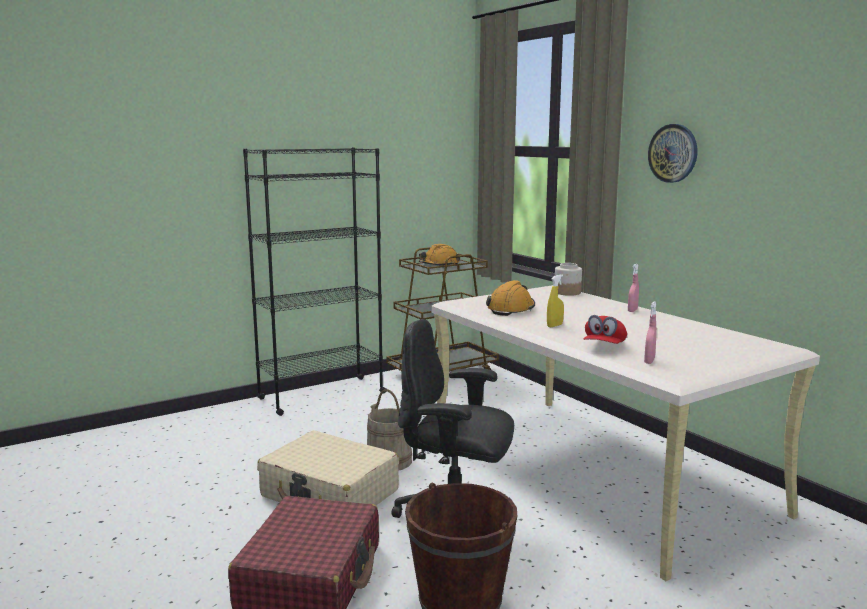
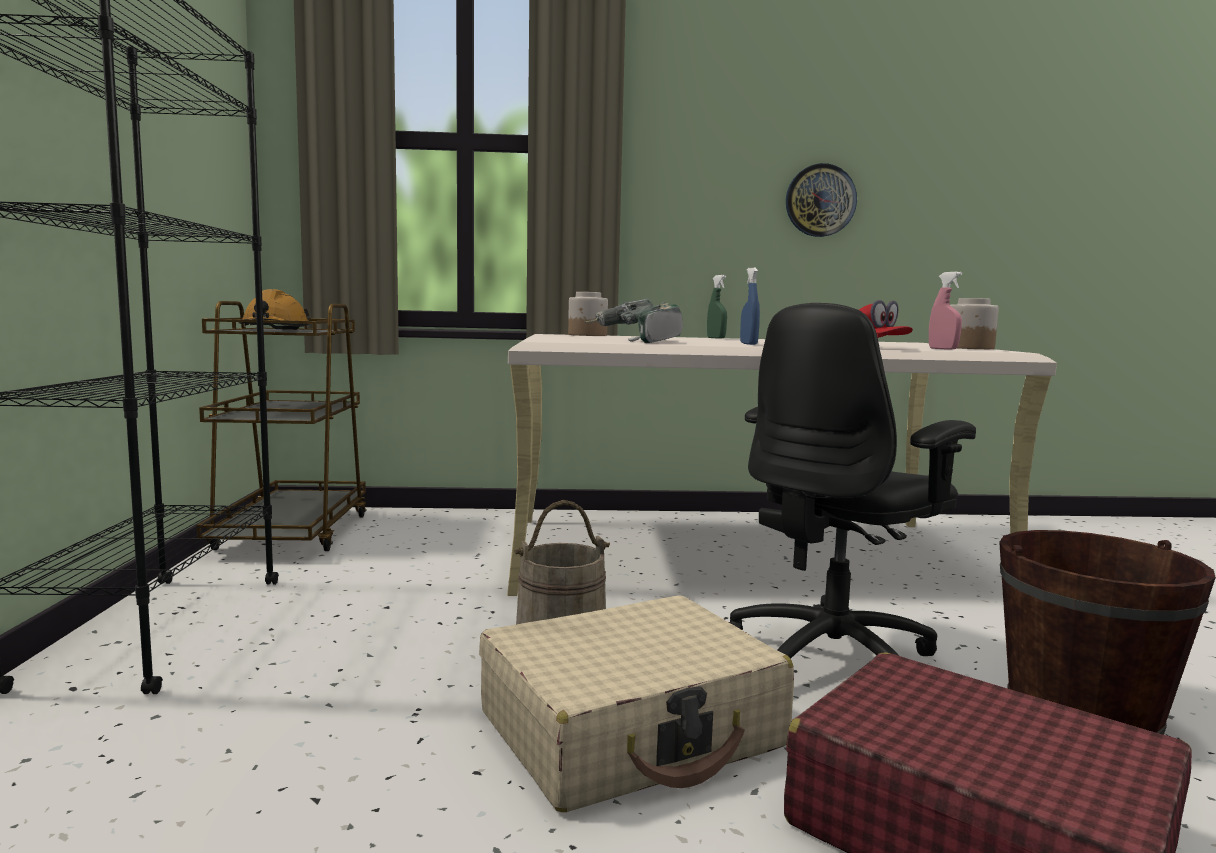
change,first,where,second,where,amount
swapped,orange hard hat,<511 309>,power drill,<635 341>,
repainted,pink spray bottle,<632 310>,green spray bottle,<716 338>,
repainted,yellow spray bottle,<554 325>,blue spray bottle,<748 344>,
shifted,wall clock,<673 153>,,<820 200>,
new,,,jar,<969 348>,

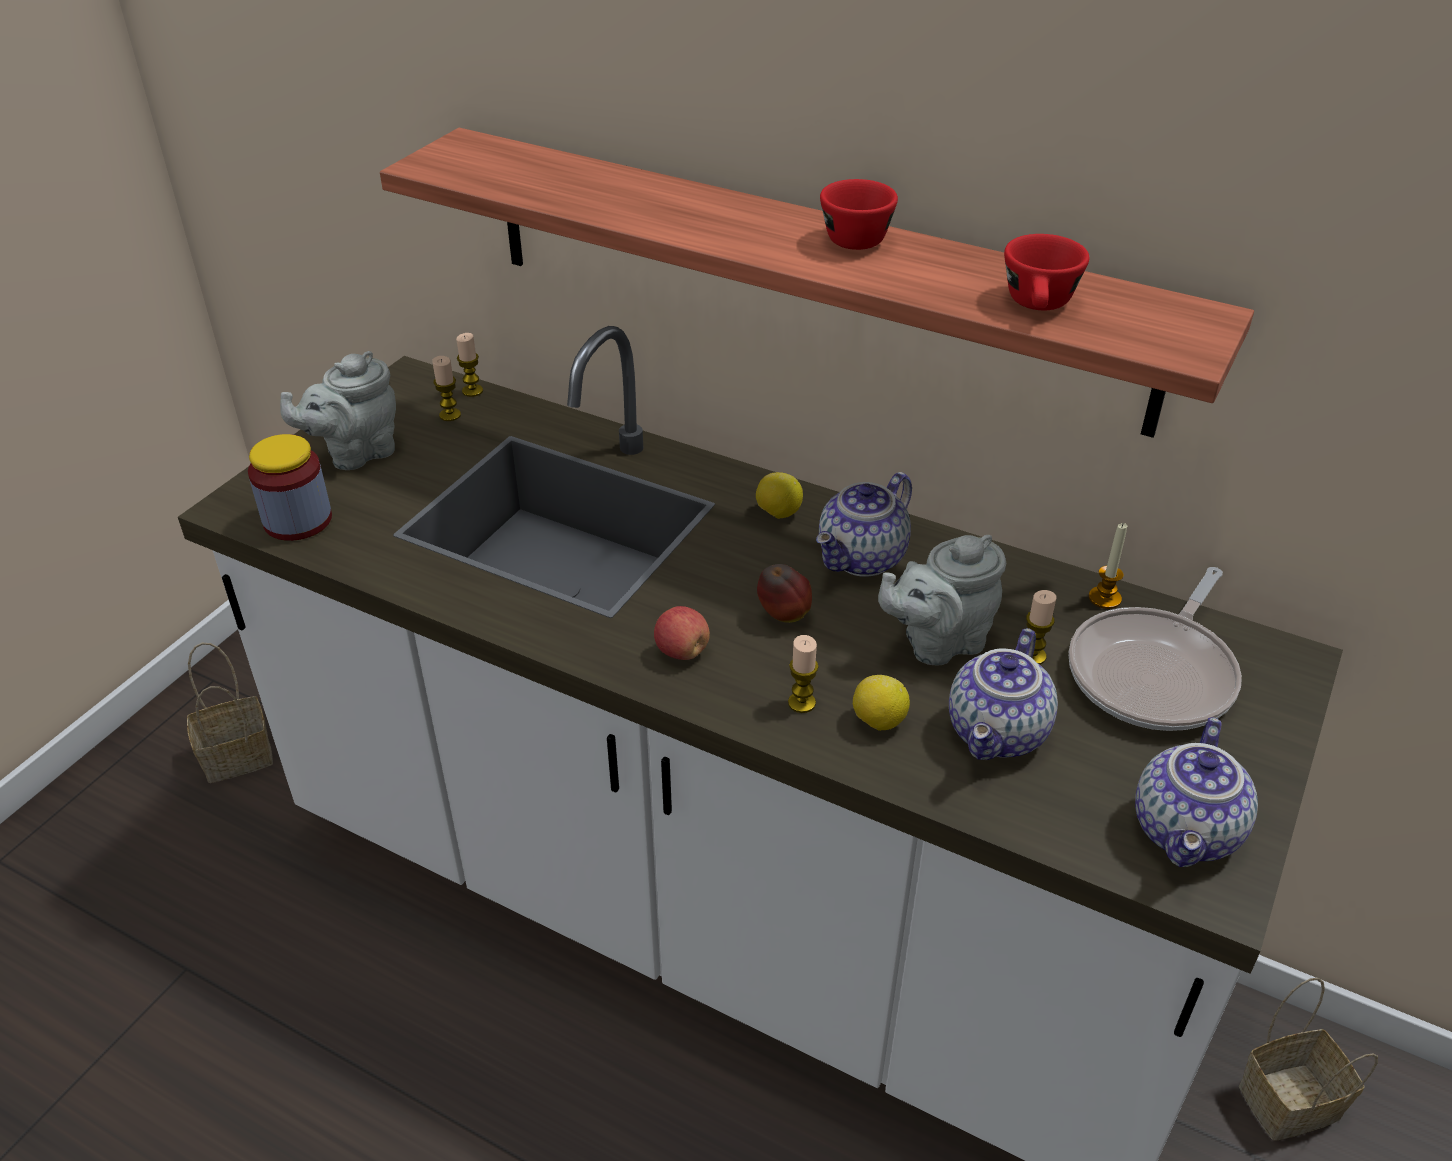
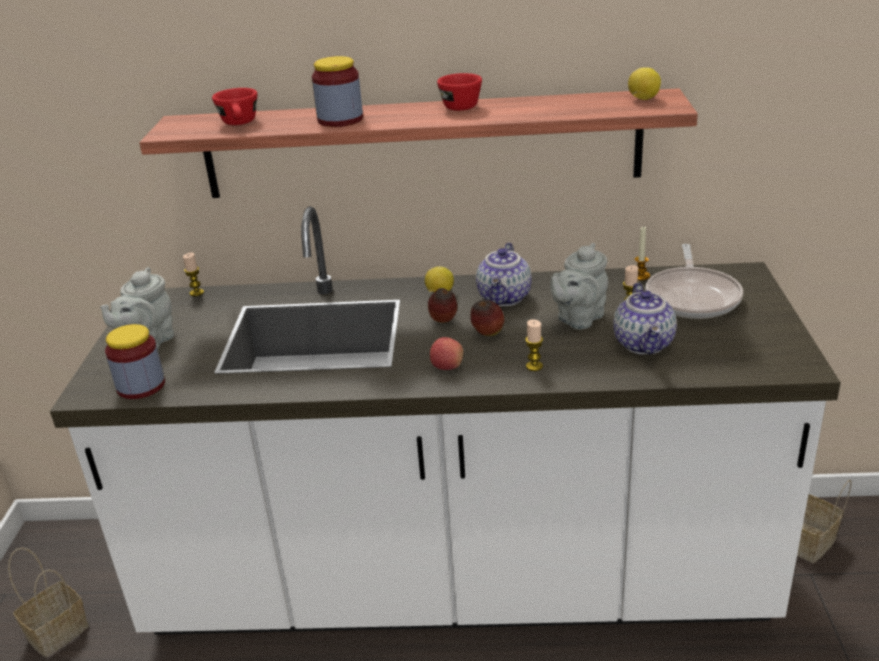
change,first,where,second,where,amount
shifted,red cup,<1039 306>,,<240 123>,
new,,,jar,<340 120>,
new,,,apple,<443 322>,
shifted,lemon,<878 721>,,<643 99>,
gone,candle,<450 415>,,,
gone,teapot,<1188 833>,,,

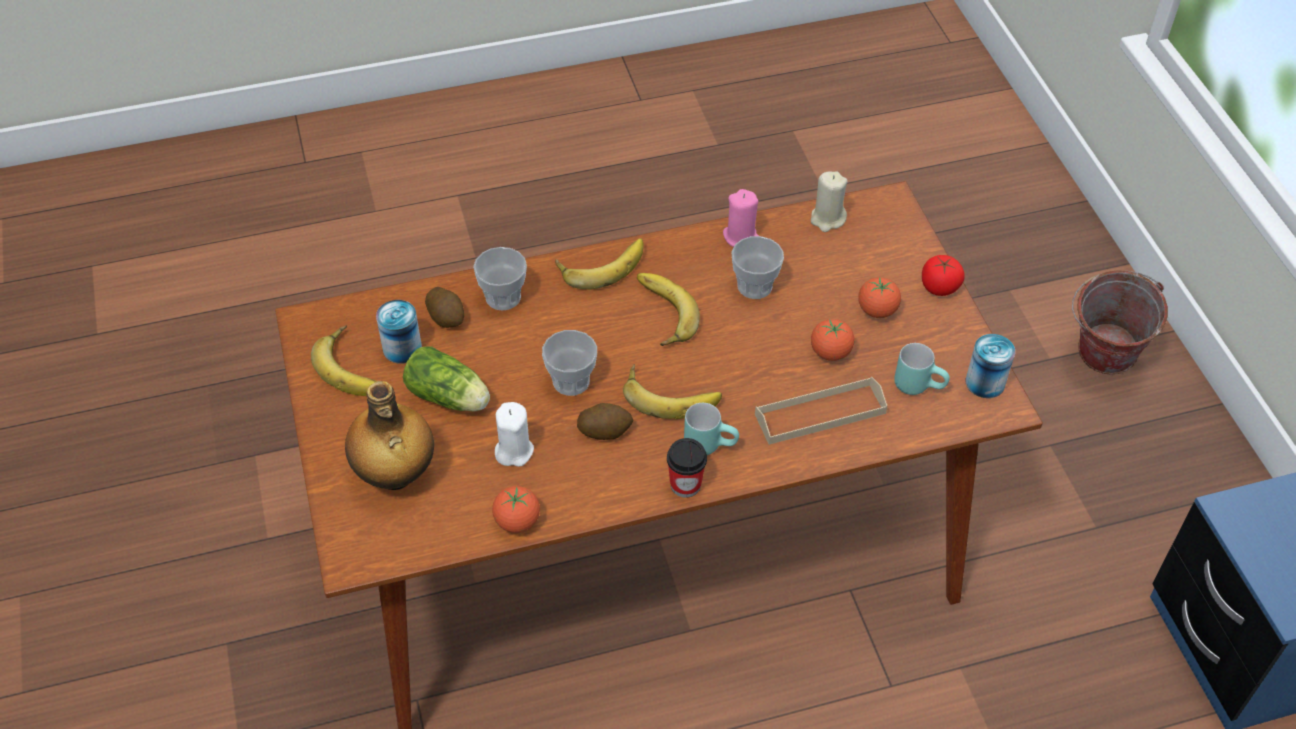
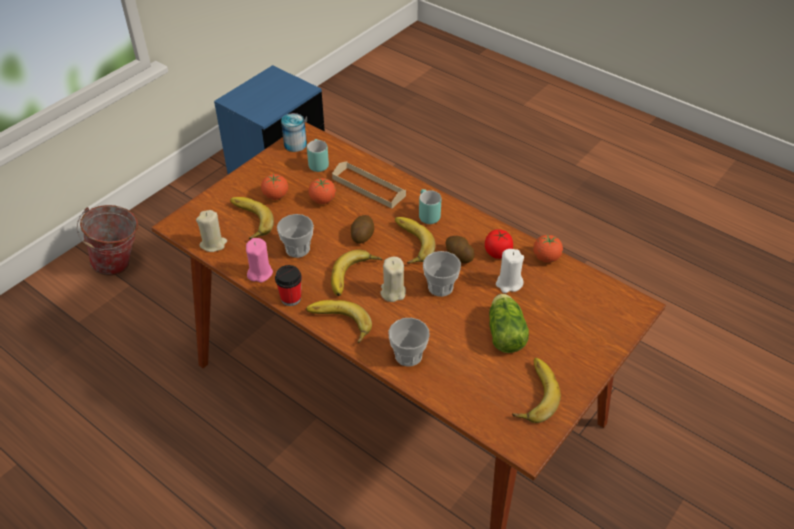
change,first,where,second,where,amount
new,,,banana,<248 221>,
shifted,cup,<685 485>,,<291 298>,
shifted,potato,<447 317>,,<362 236>,
new,,,beige candle,<393 292>,
shifted,tomato,<939 287>,,<497 252>,
gone,bottle,<395 475>,,,
gone,can,<402 348>,,,

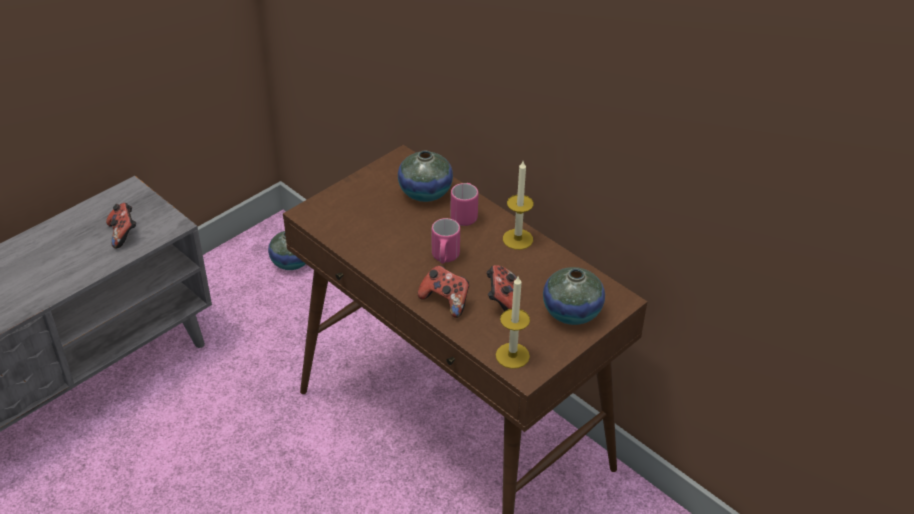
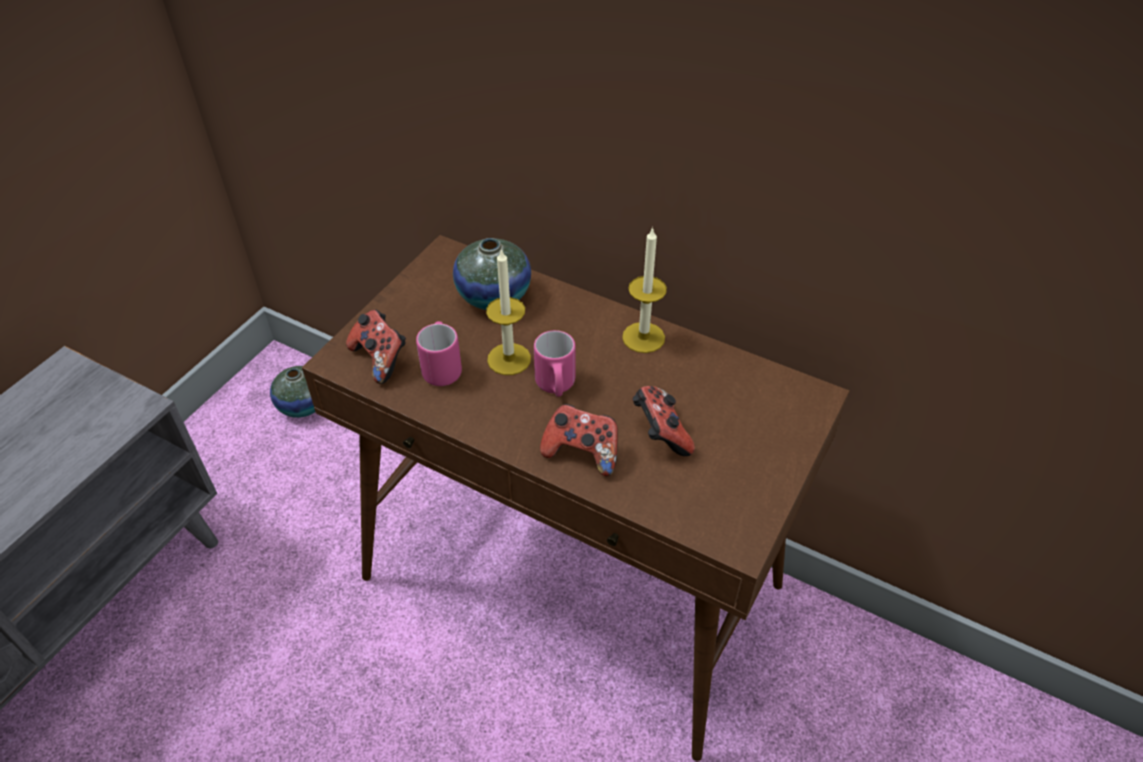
change,first,where,second,where,amount
shifted,game controller,<123 234>,,<380 359>,
shifted,pink mug,<465 215>,,<442 368>,
shifted,candle,<512 355>,,<509 359>,
gone,vase,<572 312>,,,

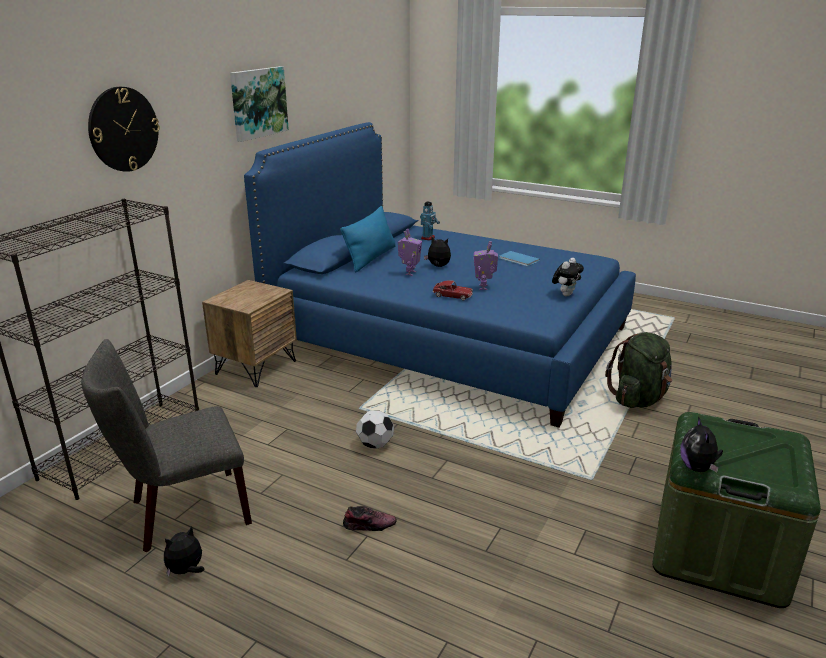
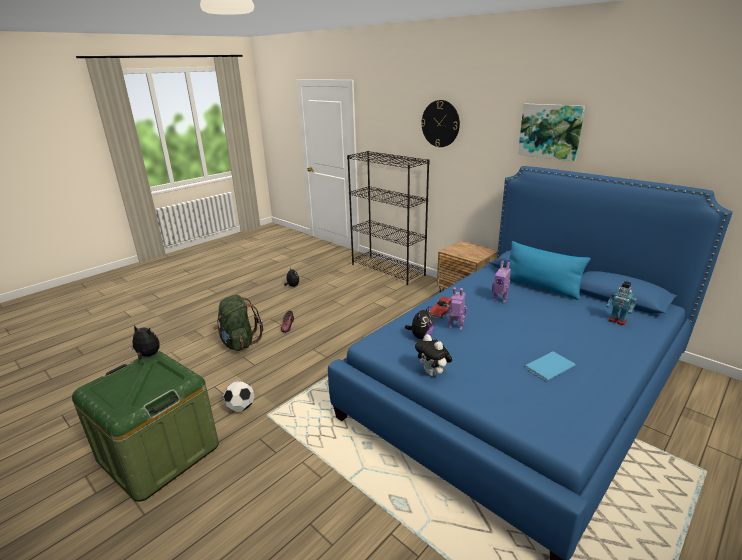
change,first,where,second,where,amount
shifted,green backpack,<638 399>,,<239 343>,
shifted,football,<375 445>,,<241 407>,
shifted,plush toy,<438 266>,,<421 336>,
gone,grey chair,<182 513>,,,

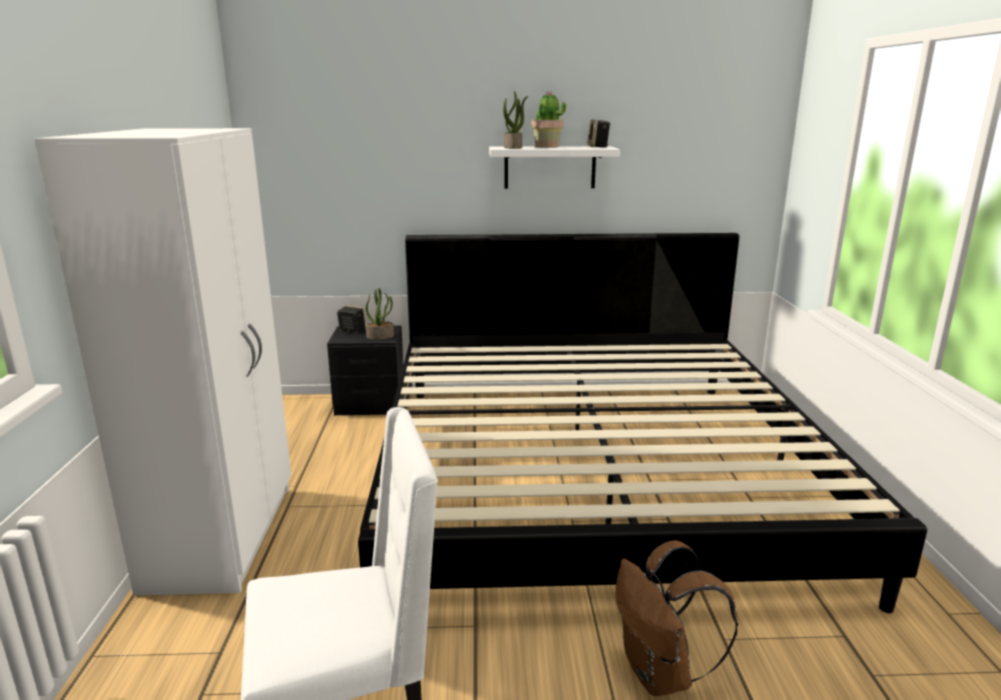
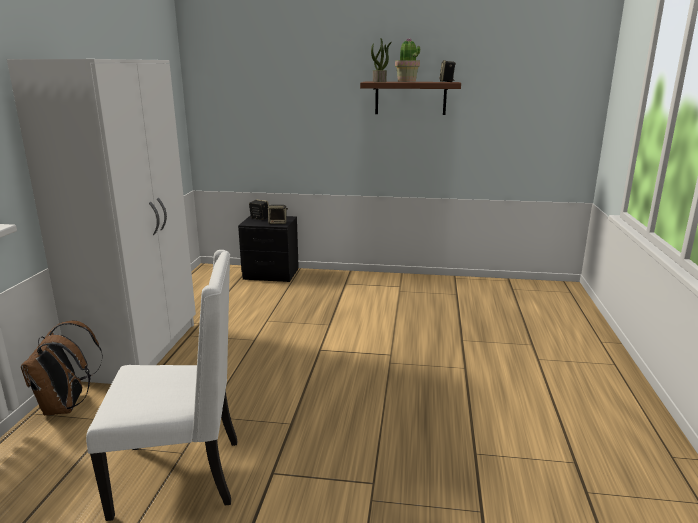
change,first,where,second,where,amount
shifted,brown backpack,<661 674>,,<66 407>,
swapped,potted plant,<380 336>,speaker,<278 222>,
repainted,white shelf,<550 167>,brown shelf,<410 98>,
gone,bed,<592 474>,,,

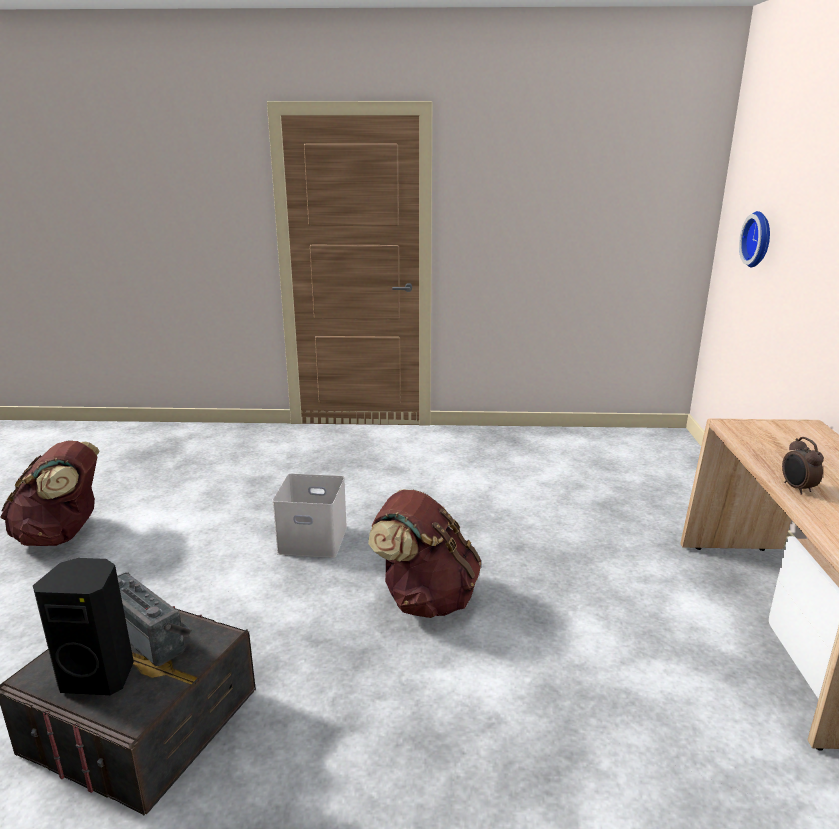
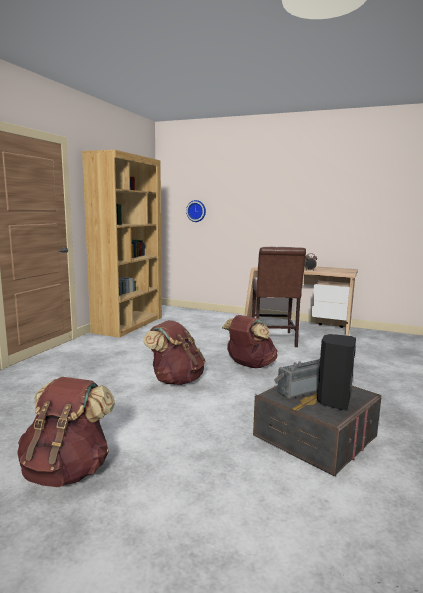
change,first,where,second,where,amount
new,,,brown bookcase,<128 324>,
swapped,white storage box,<314 539>,brown backpack,<175 380>,
new,,,brown chair,<273 340>,

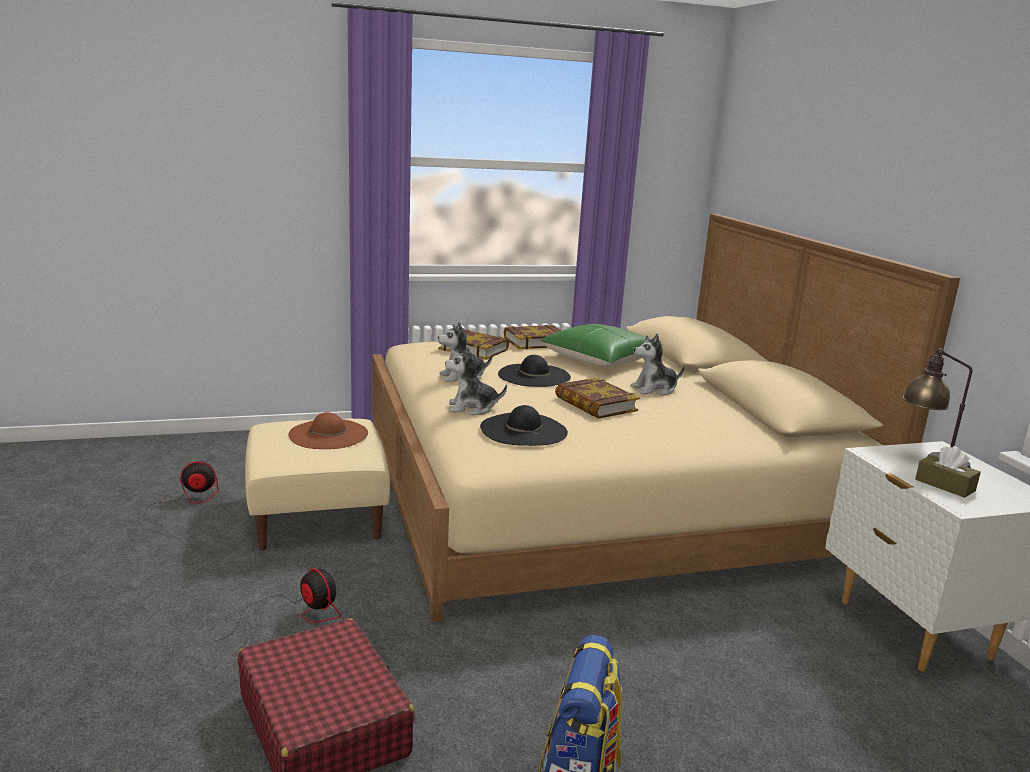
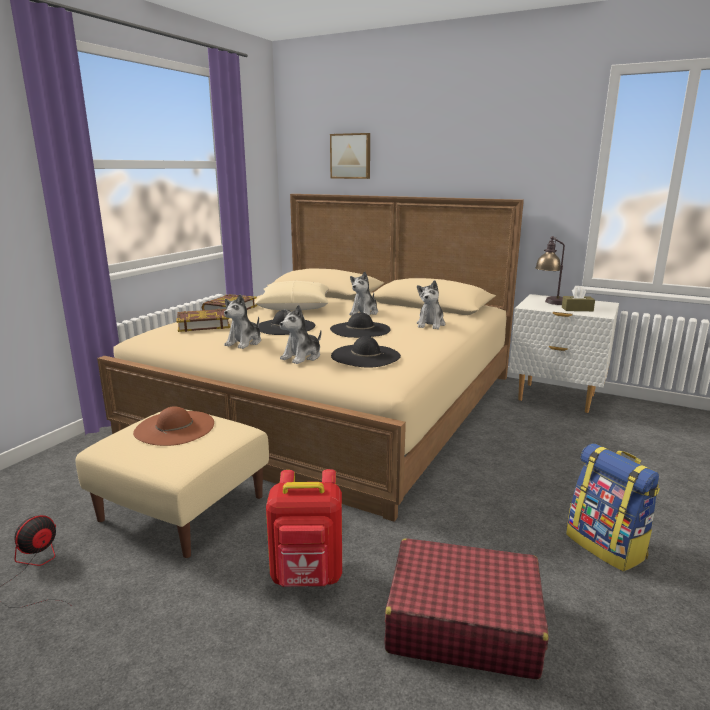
change,first,where,second,where,amount
repainted,green pillow,<600 359>,beige pillow,<294 307>,
swapped,fan,<296 613>,red backpack,<307 577>,
new,,,picture,<351 156>,
swapped,book,<595 404>,black hat,<360 329>,
new,,,plush toy,<431 324>,

